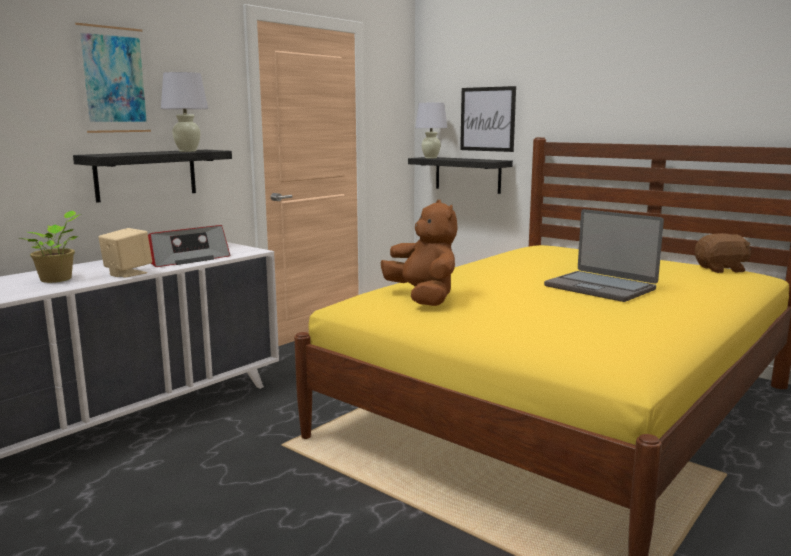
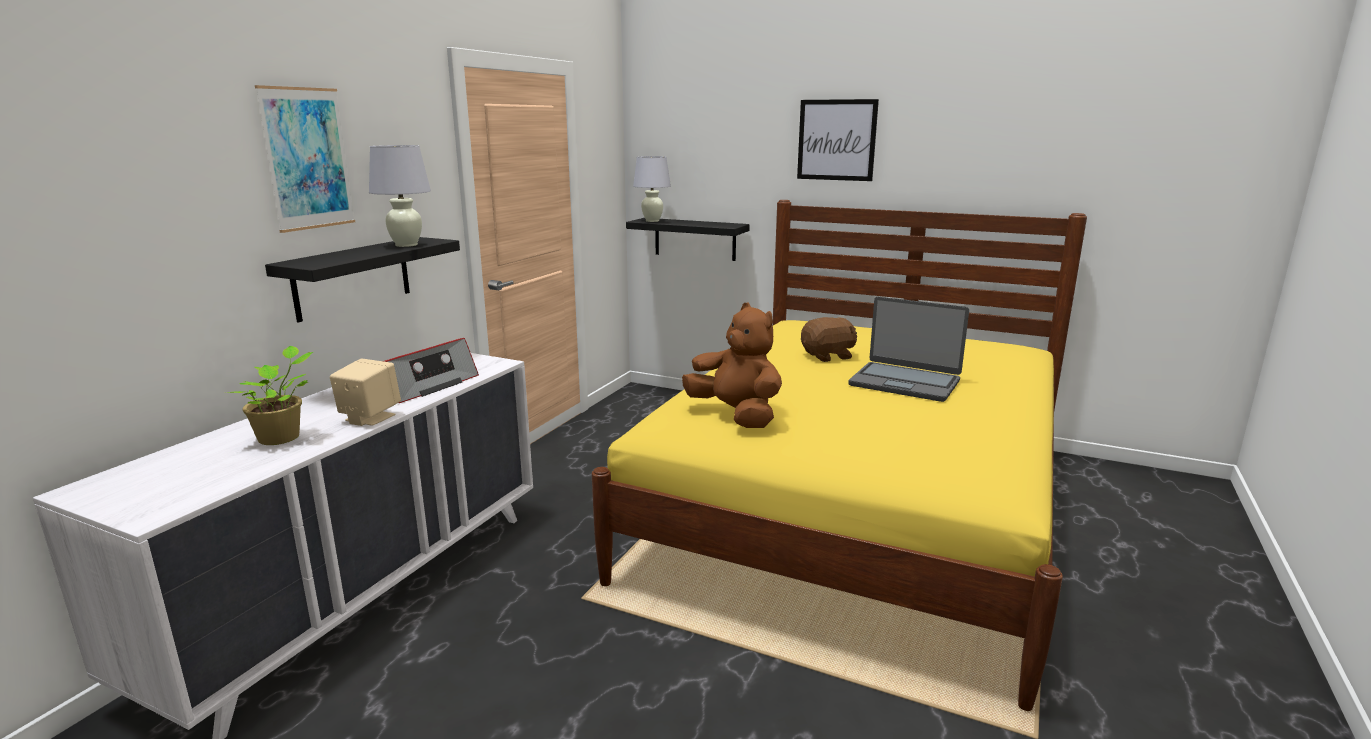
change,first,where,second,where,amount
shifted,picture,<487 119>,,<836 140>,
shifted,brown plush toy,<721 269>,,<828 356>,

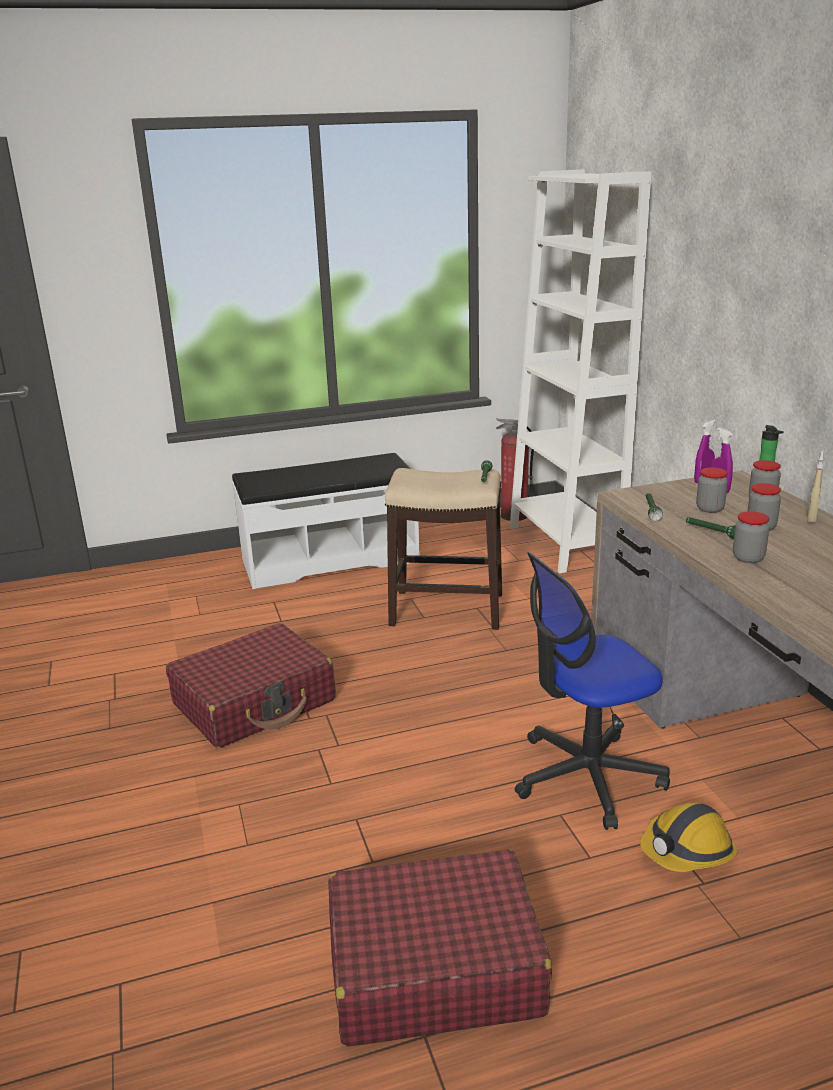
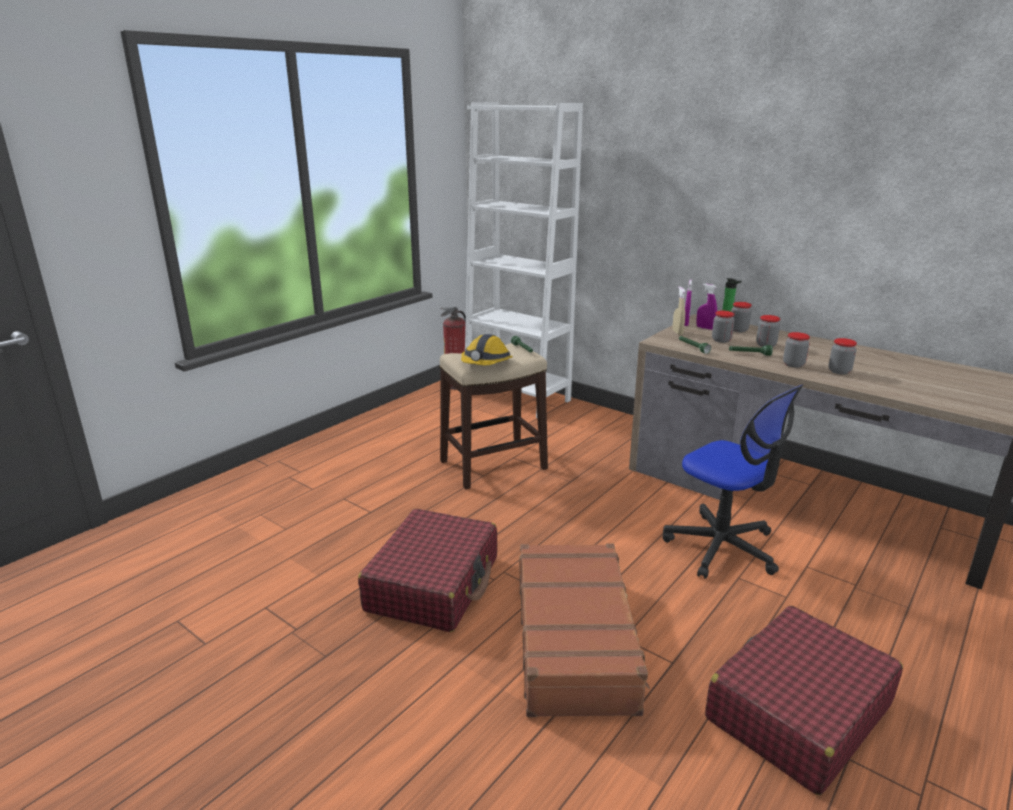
change,first,where,second,where,amount
shifted,hard hat,<687 851>,,<486 363>,
new,,,brown suitcase,<576 640>,
rotated,office chair,<586 776>,,<722 547>,75 degrees counterclockwise
shifted,beige spray bottle,<811 519>,,<677 332>,
new,,,jar,<839 371>,
gone,white bench,<329 559>,,,

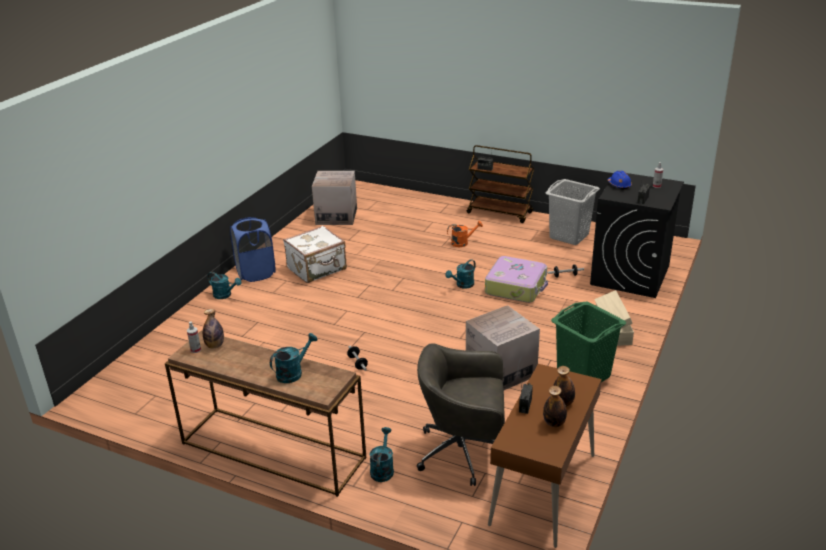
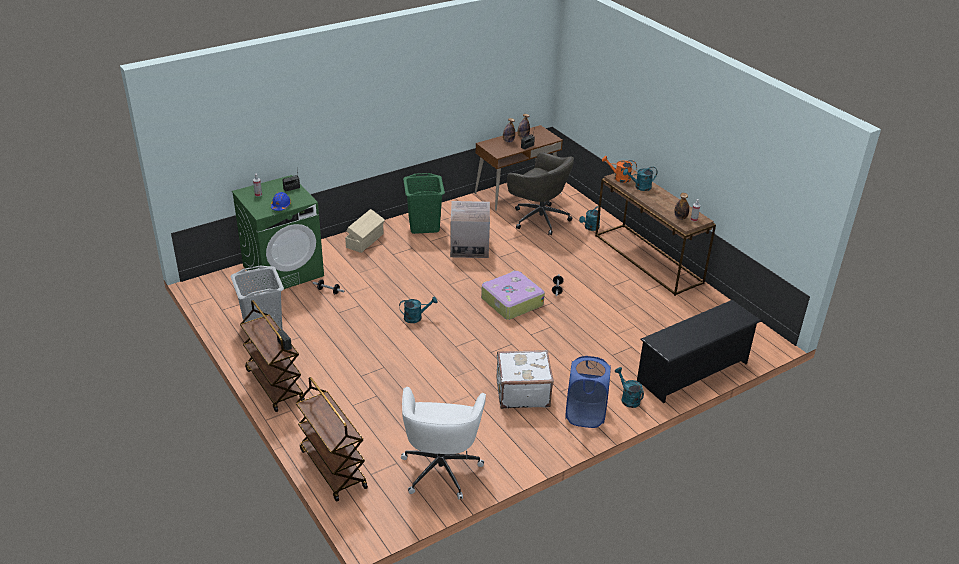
change,first,where,second,where,amount
repainted,black washing machine,<630 275>,green washing machine,<283 270>,
new,,,brown cart,<332 468>,
swapped,cardboard box,<336 216>,white office chair,<441 468>,
shifted,suitcase,<516 287>,,<511 301>,
shifted,orange watering can,<463 243>,,<619 178>,
new,,,black shoe rack,<693 372>,

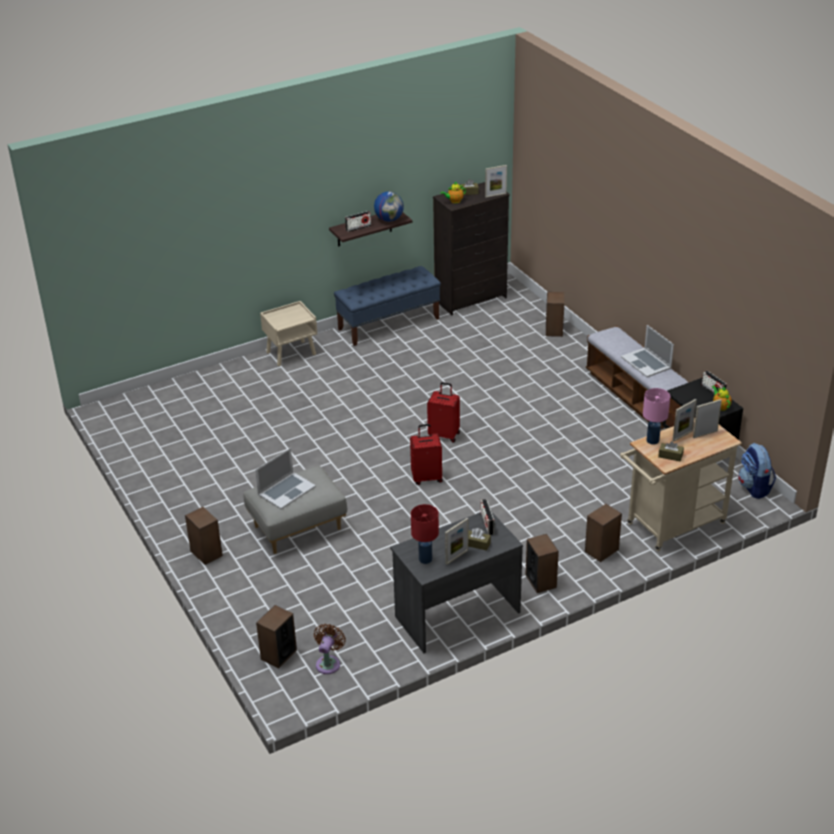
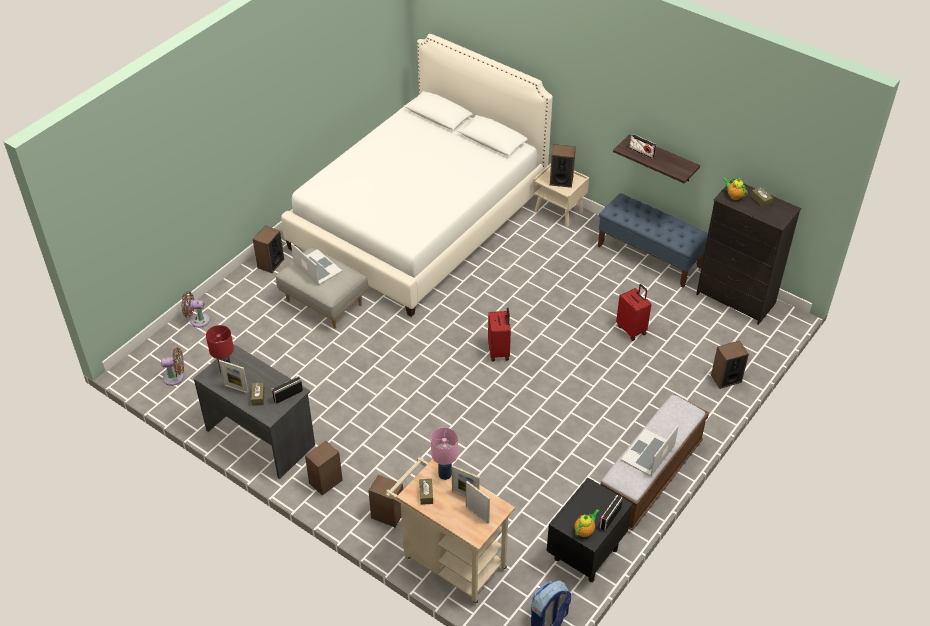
change,first,where,second,where,amount
new,,,brown fan,<197 320>,
new,,,white bed,<419 220>,
rotated,laptop,<286 490>,,<317 268>,150 degrees counterclockwise
shifted,speaker,<278 655>,,<561 180>,
shifted,red suitcase,<427 477>,,<632 329>,
gone,globe,<389 219>,,,
gone,picture frame,<495 195>,,,

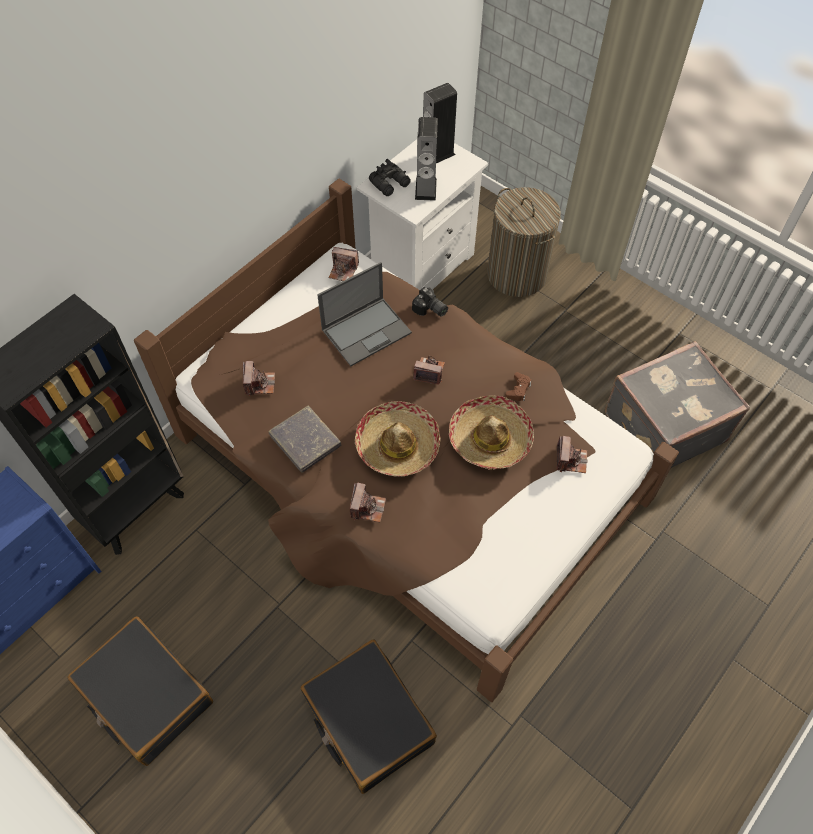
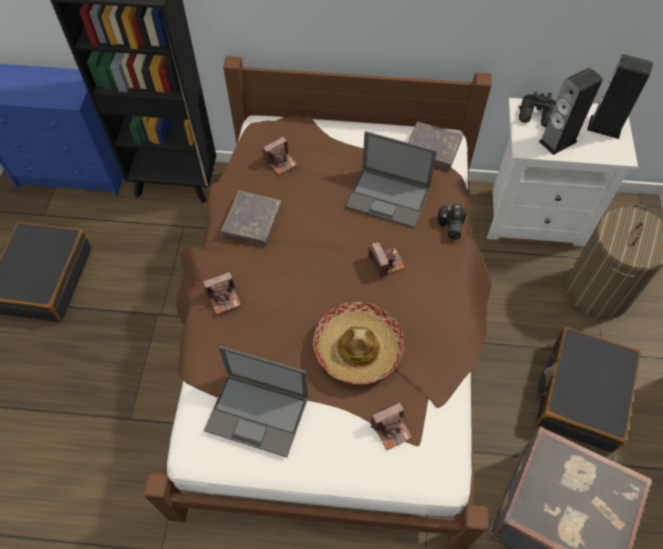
change,first,where,second,where,amount
new,,,laptop,<258 413>,
swapped,photo camera,<343 271>,grey book,<432 148>,
shifted,black suitcase,<368 720>,,<581 394>,
gone,hat,<397 445>,,,
gone,brown game controller,<518 389>,,,

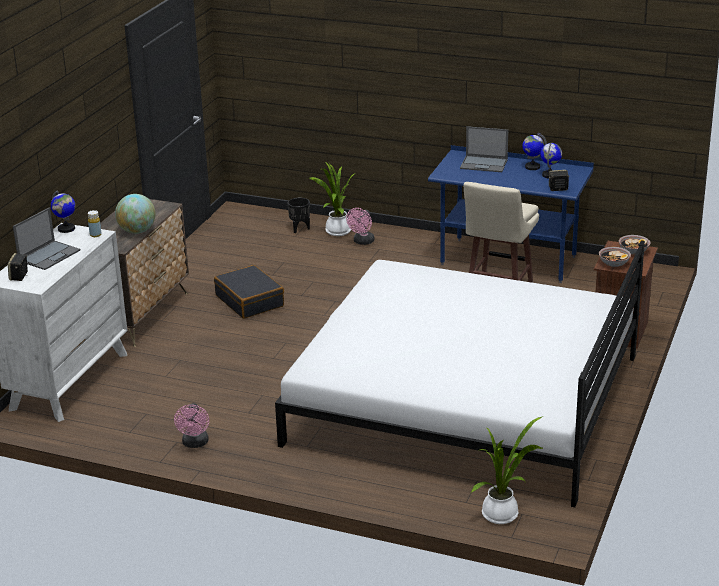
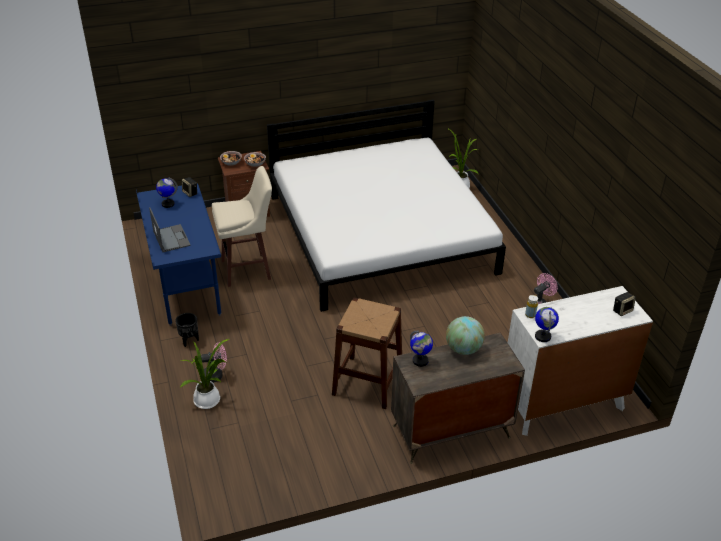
change,first,where,second,where,amount
shifted,black planter,<299 229>,,<189 340>,
swapped,black suitcase,<250 301>,brown stool,<367 382>,
shifted,globe,<532 167>,,<420 361>,
gone,laptop,<49 255>,,,

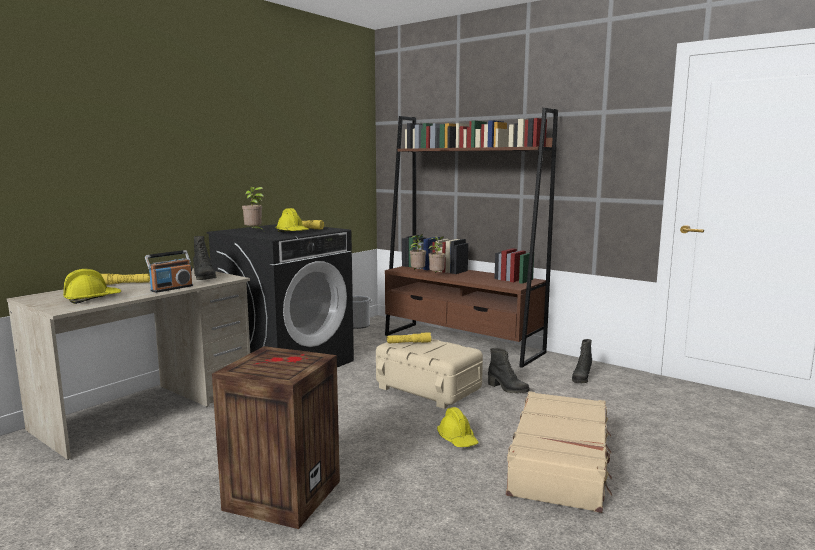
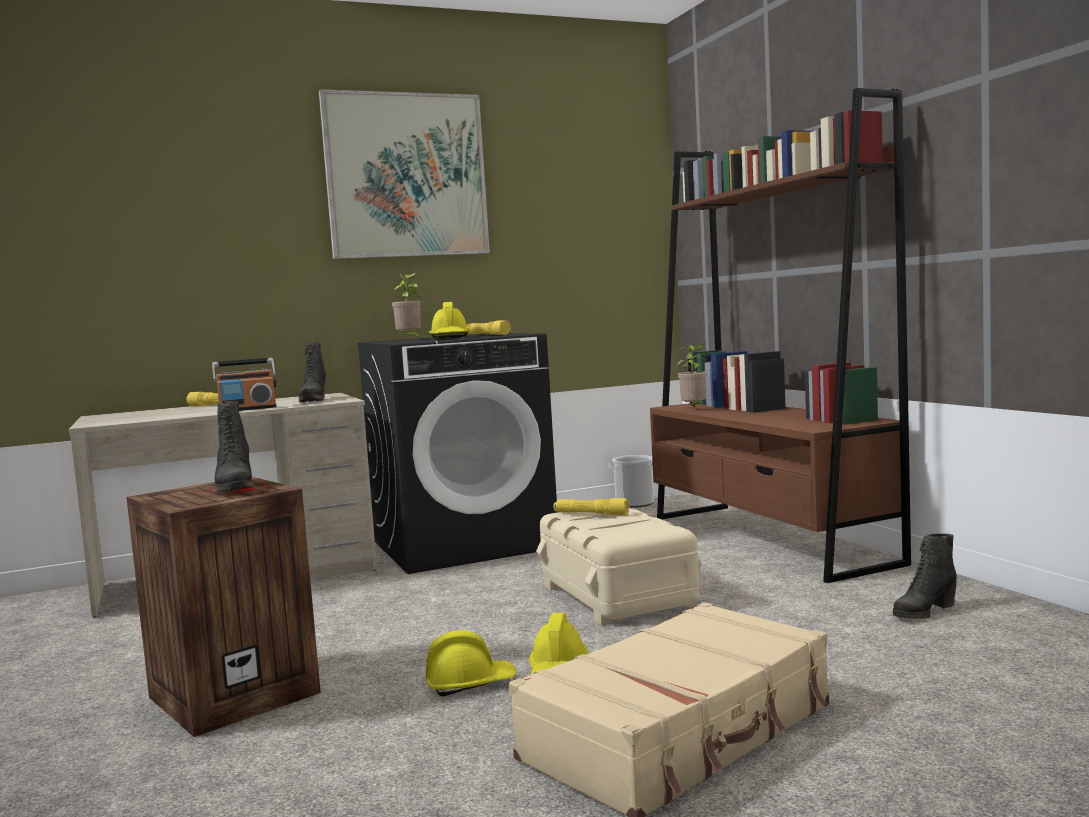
change,first,where,second,where,amount
shifted,black boot,<507 389>,,<234 487>,
new,,,picture,<406 175>,
shifted,yellow hard hat,<92 299>,,<470 684>,
gone,potted plant,<436 275>,,,

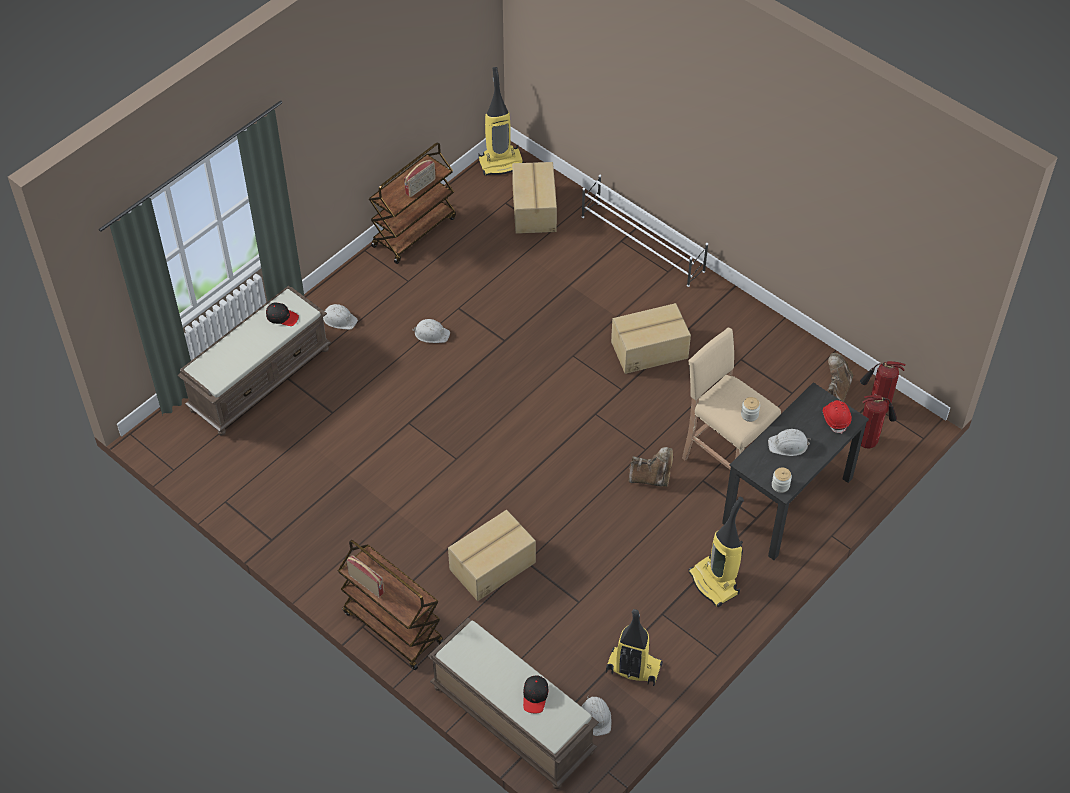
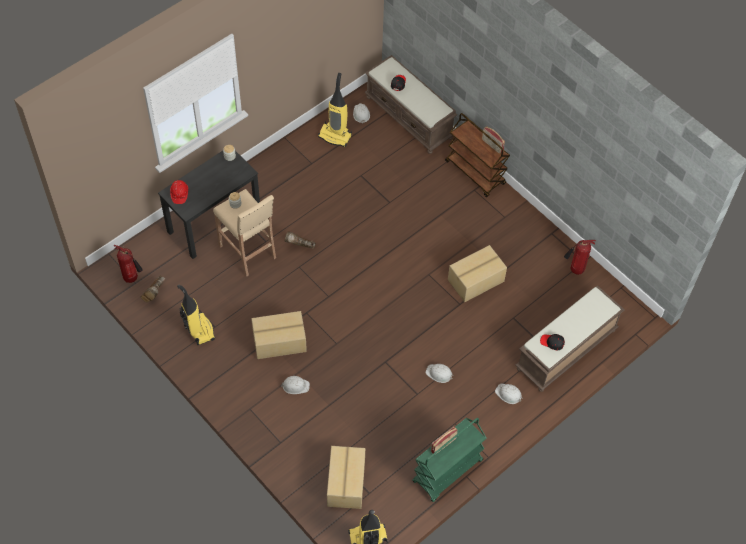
change,first,where,second,where,amount
shifted,vacuum cleaner,<715 583>,,<199 329>,
shifted,white hard hat,<788 445>,,<295 386>,
repainted,brown cart,<414 231>,green cart,<447 472>,
shifted,cardboard box,<491 565>,,<476 281>,
shifted,fire extinguisher,<869 441>,,<575 270>,
gone,white shoe rack,<642 244>,,,

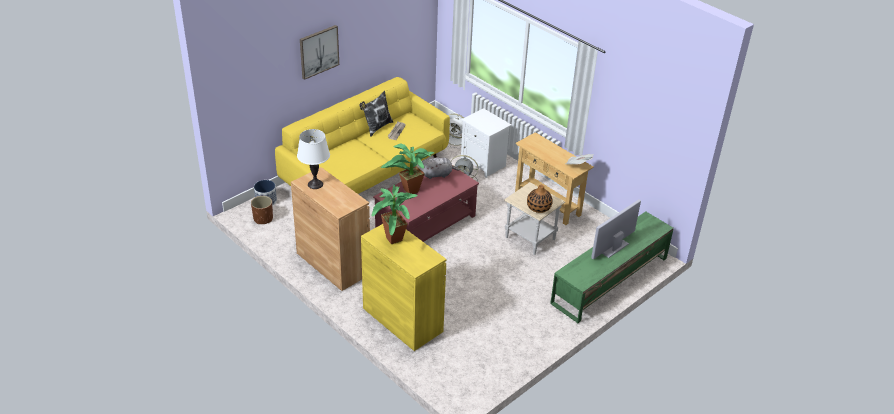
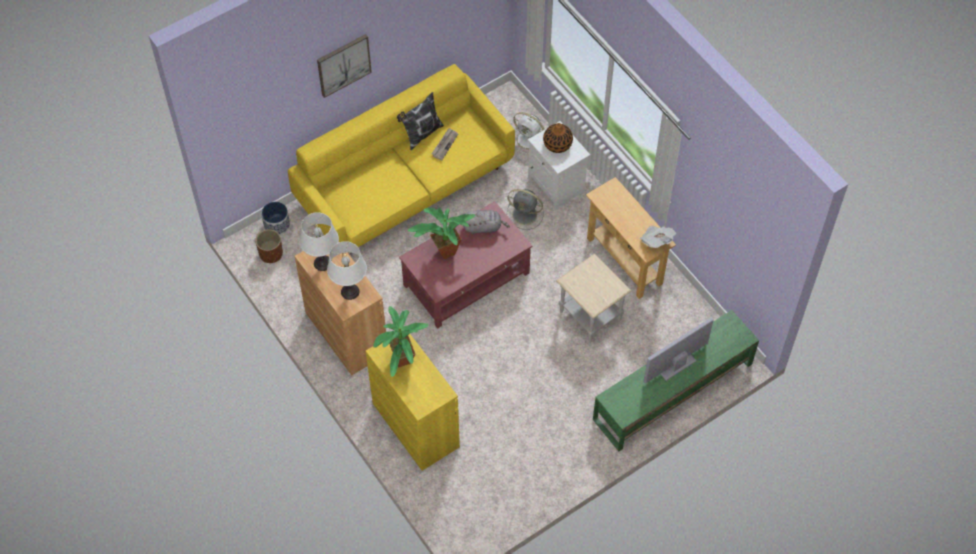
change,first,where,second,where,amount
new,,,white table lamp,<350 291>,
shifted,vase,<539 207>,,<557 144>,

